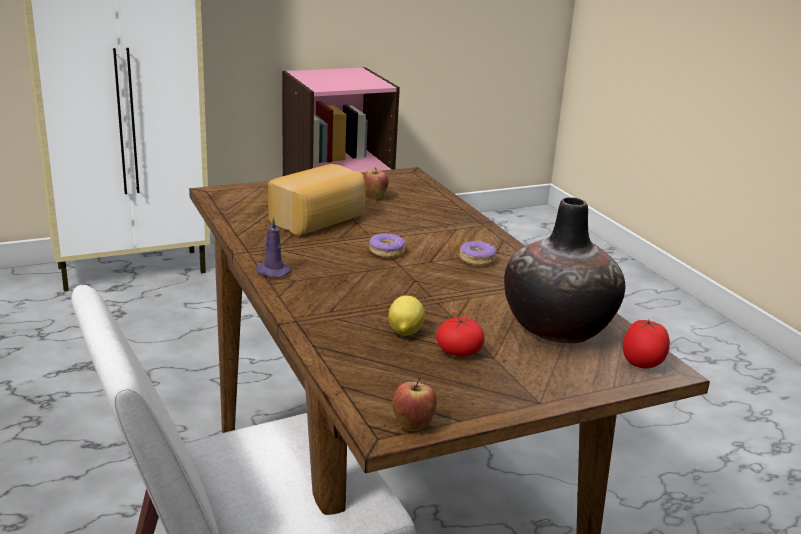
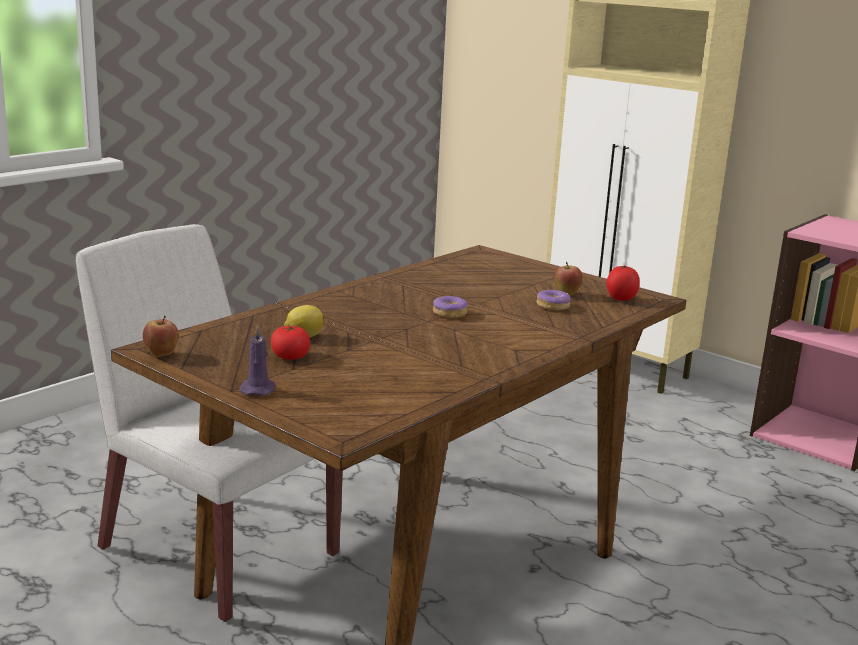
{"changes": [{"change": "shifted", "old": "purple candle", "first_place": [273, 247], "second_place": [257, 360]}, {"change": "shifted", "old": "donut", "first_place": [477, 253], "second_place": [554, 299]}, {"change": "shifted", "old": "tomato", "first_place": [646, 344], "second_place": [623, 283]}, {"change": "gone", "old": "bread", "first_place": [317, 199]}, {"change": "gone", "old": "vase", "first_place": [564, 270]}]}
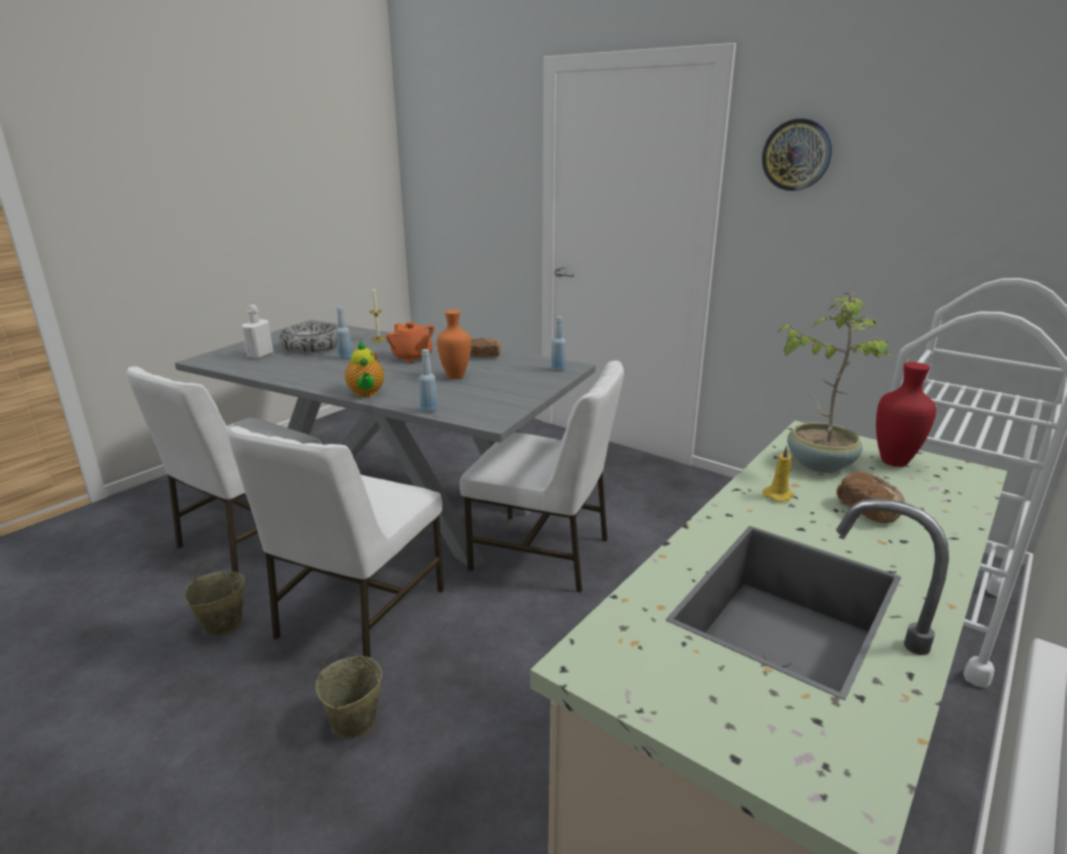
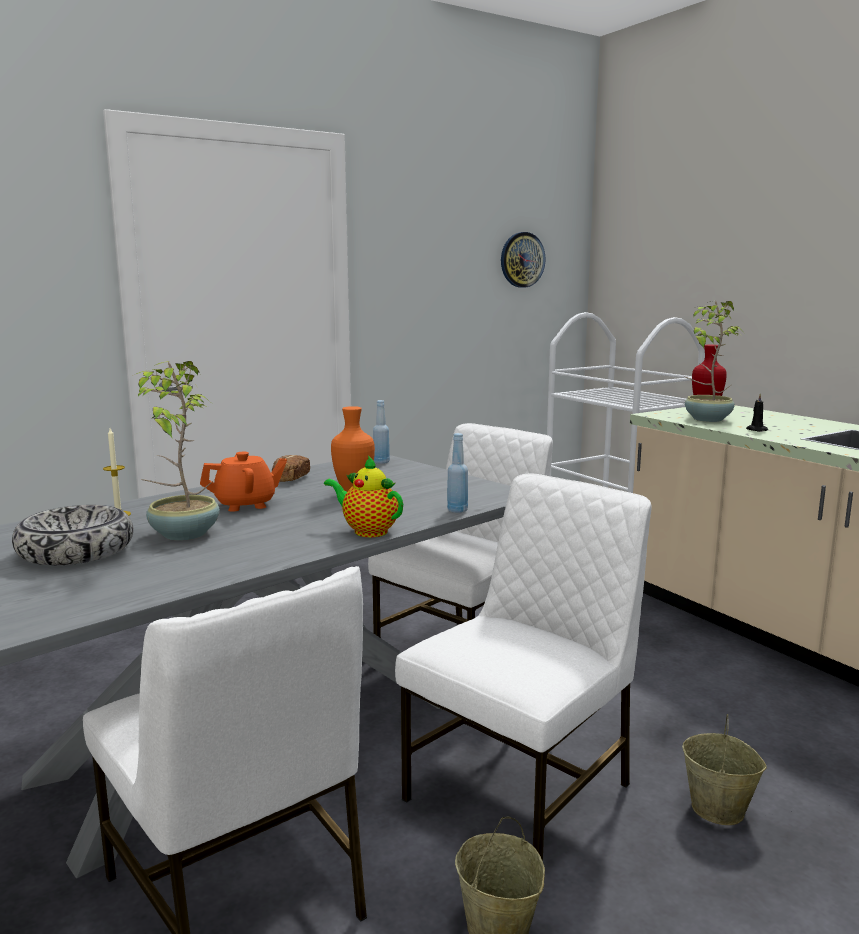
{"changes": [{"change": "swapped", "old": "blue bottle", "new": "potted plant", "first_place": [344, 333], "second_place": [176, 451]}, {"change": "rotated", "old": "teapot", "first_place": [364, 369], "second_place": [363, 496], "degrees": -150}, {"change": "rotated", "old": "white chair", "first_place": [336, 542], "second_place": [523, 667], "degrees": -90}, {"change": "shifted", "old": "wall clock", "first_place": [797, 154], "second_place": [523, 260]}, {"change": "repainted", "old": "yellow candle", "new": "black candle", "first_place": [778, 473], "second_place": [757, 412]}, {"change": "gone", "old": "white bottle", "first_place": [257, 332]}, {"change": "gone", "old": "bread", "first_place": [870, 497]}]}
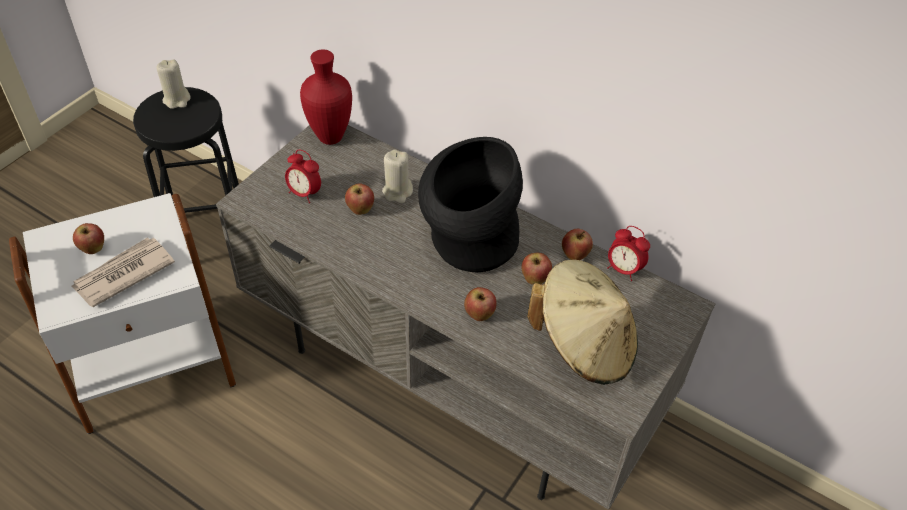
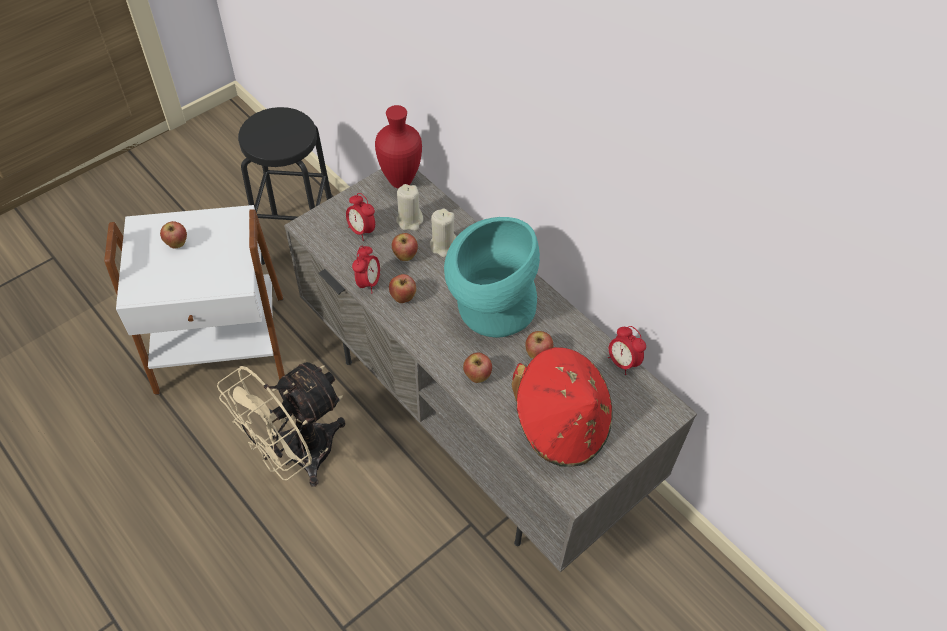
{"changes": [{"change": "new", "new": "beige fan", "second_place": [281, 424]}, {"change": "new", "new": "alarm clock", "second_place": [366, 269]}, {"change": "shifted", "old": "apple", "first_place": [577, 244], "second_place": [402, 288]}, {"change": "shifted", "old": "beige candle", "first_place": [173, 84], "second_place": [409, 207]}, {"change": "repainted", "old": "black vase", "new": "turquoise vase", "first_place": [470, 205], "second_place": [492, 277]}, {"change": "repainted", "old": "beige hat", "new": "red hat", "first_place": [582, 322], "second_place": [562, 407]}, {"change": "gone", "old": "newspaper", "first_place": [123, 272]}]}
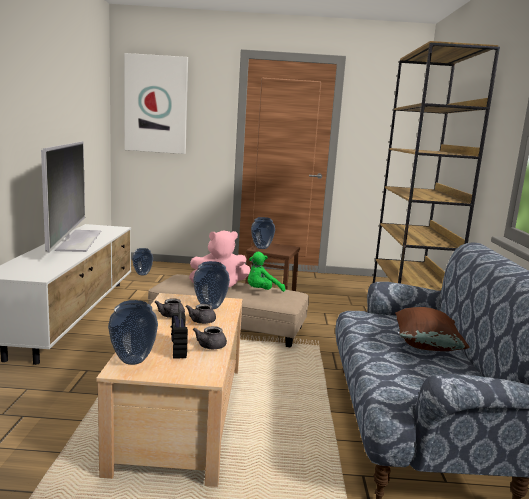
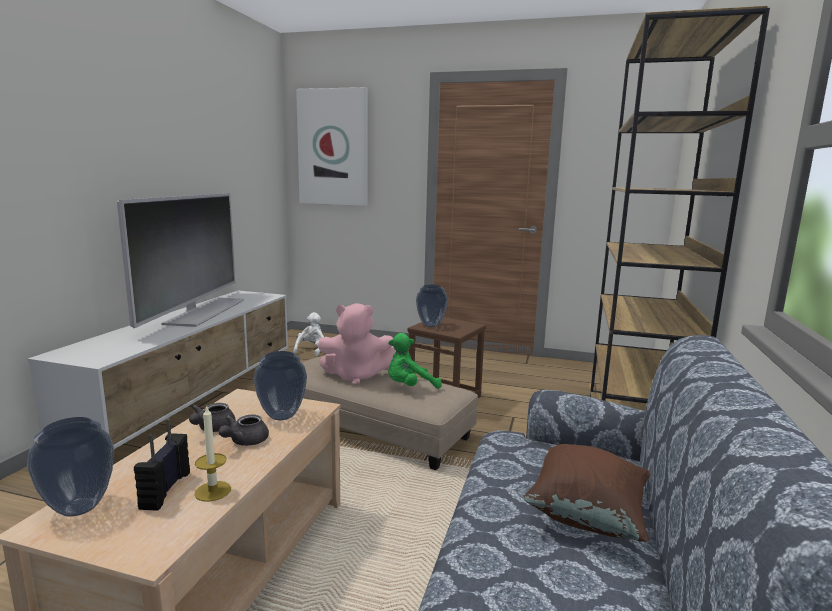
{"changes": [{"change": "swapped", "old": "grey teapot", "new": "candle", "first_place": [210, 337], "second_place": [213, 453]}, {"change": "swapped", "old": "vase", "new": "white plush toy", "first_place": [142, 261], "second_place": [308, 334]}]}
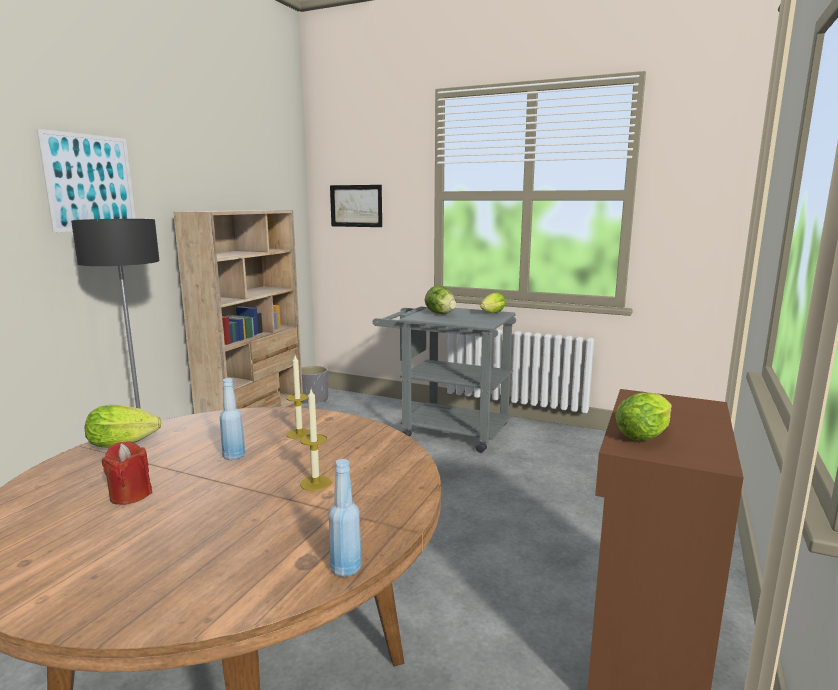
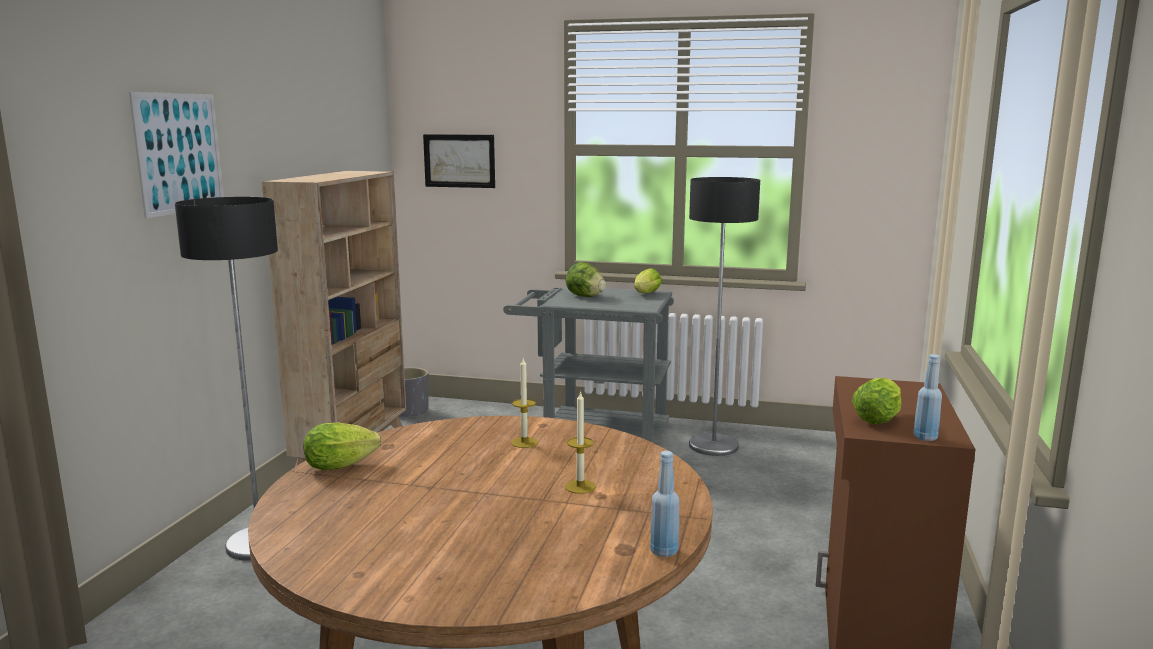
{"changes": [{"change": "new", "new": "floor lamp", "second_place": [724, 316]}, {"change": "shifted", "old": "blue bottle", "first_place": [232, 419], "second_place": [927, 397]}, {"change": "gone", "old": "red candle", "first_place": [127, 473]}]}
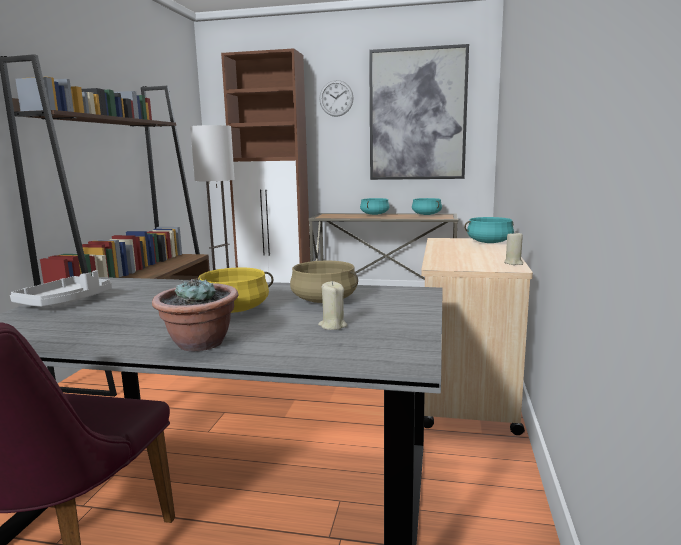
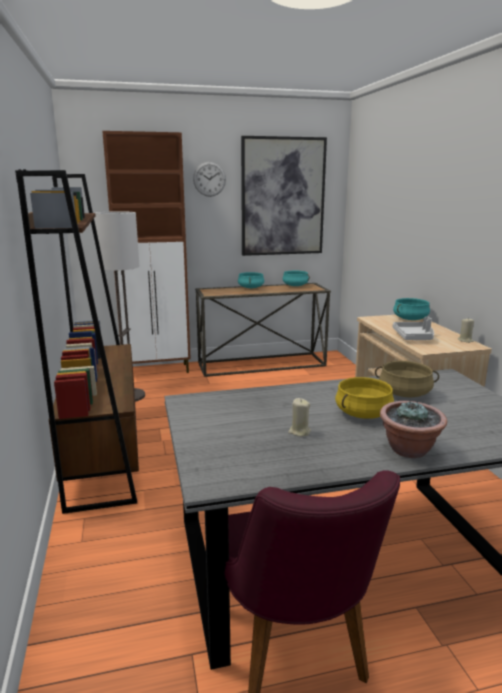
{"changes": [{"change": "shifted", "old": "beige candle", "first_place": [332, 305], "second_place": [299, 417]}, {"change": "shifted", "old": "grey tray", "first_place": [61, 288], "second_place": [413, 328]}]}
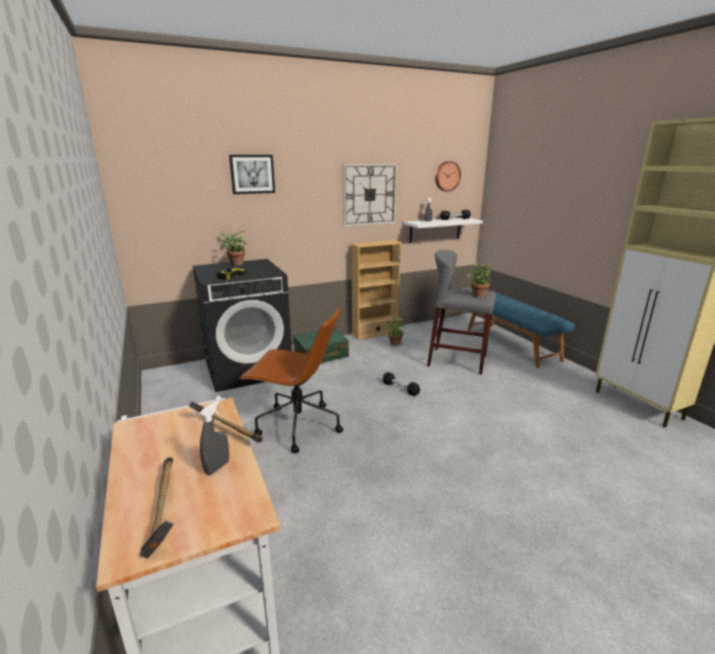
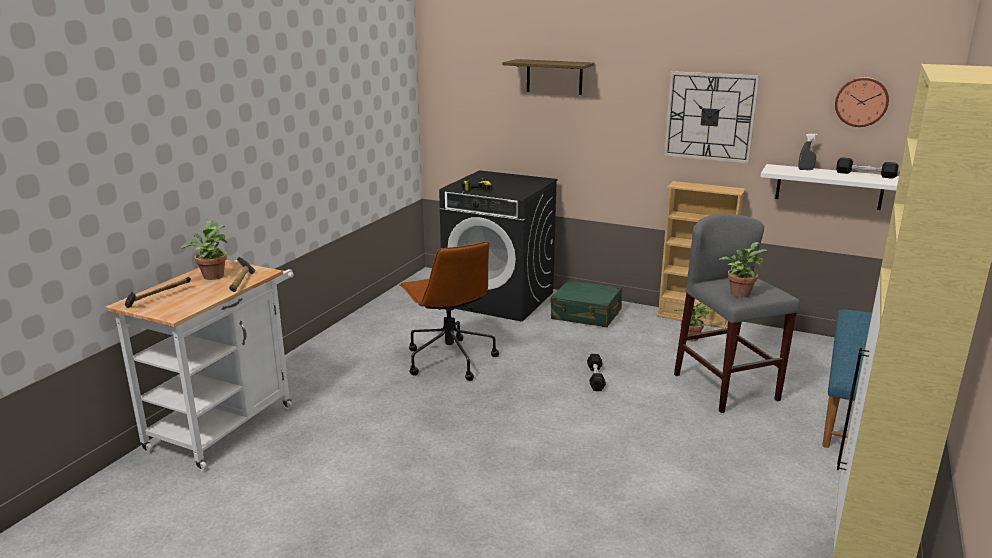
{"changes": [{"change": "shifted", "old": "potted plant", "first_place": [233, 248], "second_place": [204, 250]}, {"change": "swapped", "old": "picture", "new": "shelf", "first_place": [252, 174], "second_place": [548, 77]}, {"change": "gone", "old": "grey spray bottle", "first_place": [214, 438]}]}
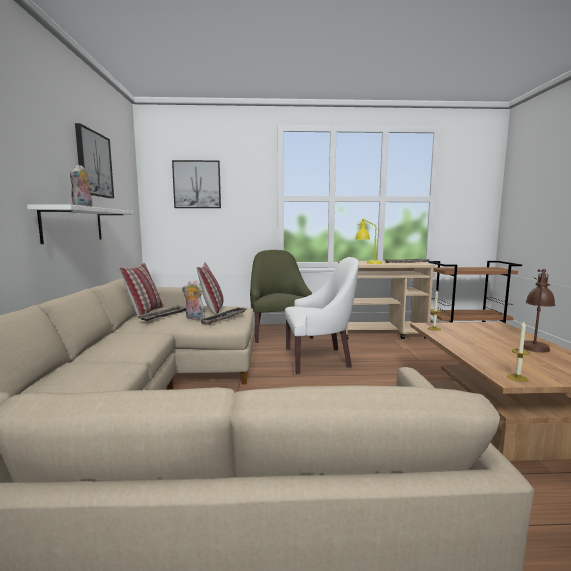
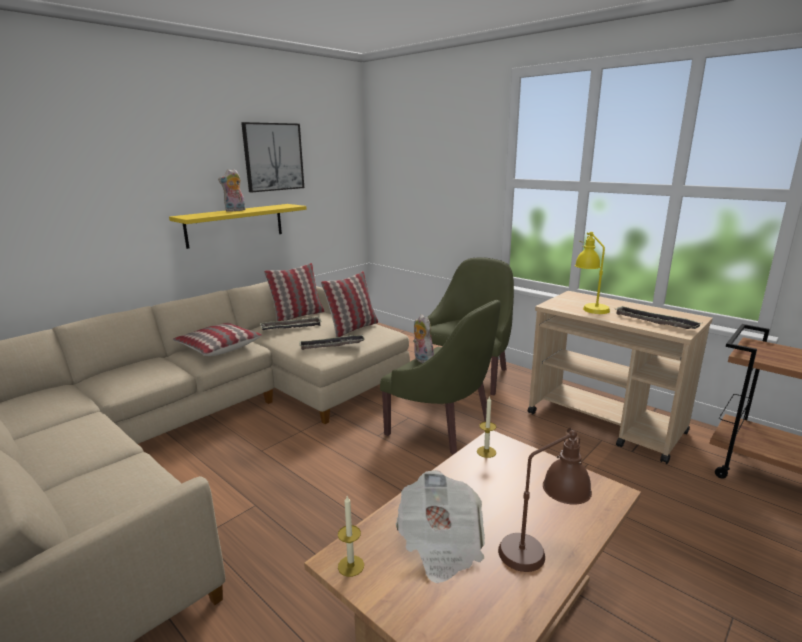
{"changes": [{"change": "repainted", "old": "white shelf", "new": "yellow shelf", "first_place": [80, 224], "second_place": [238, 226]}, {"change": "new", "new": "pillow", "second_place": [217, 339]}, {"change": "repainted", "old": "white armchair", "new": "green armchair", "first_place": [322, 315], "second_place": [440, 377]}, {"change": "new", "new": "newspaper", "second_place": [440, 527]}, {"change": "shifted", "old": "plush toy", "first_place": [193, 300], "second_place": [423, 338]}, {"change": "gone", "old": "picture", "first_place": [196, 184]}]}
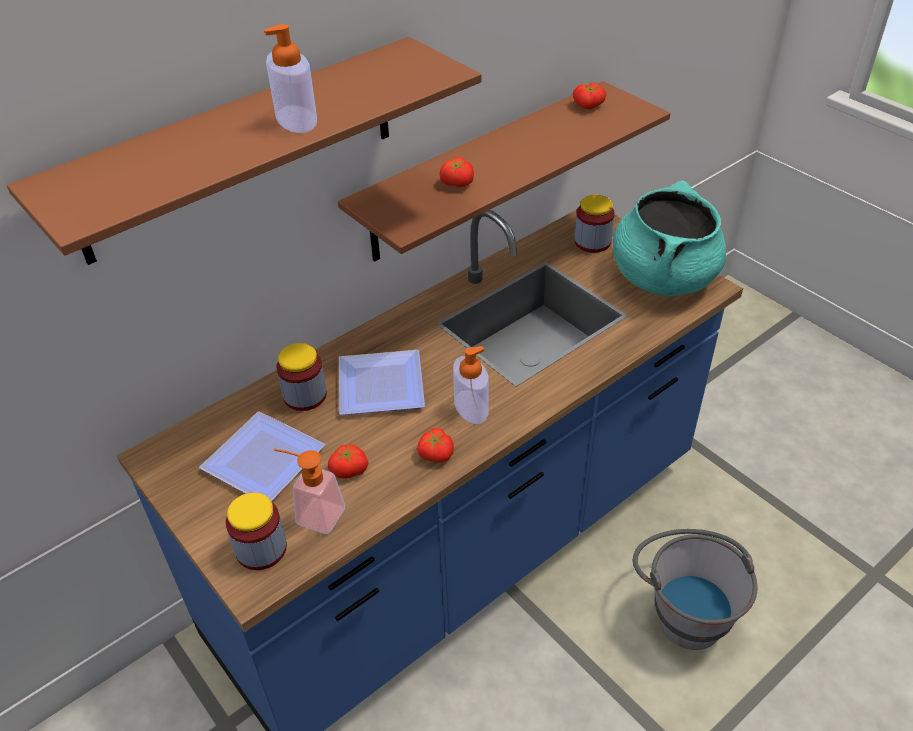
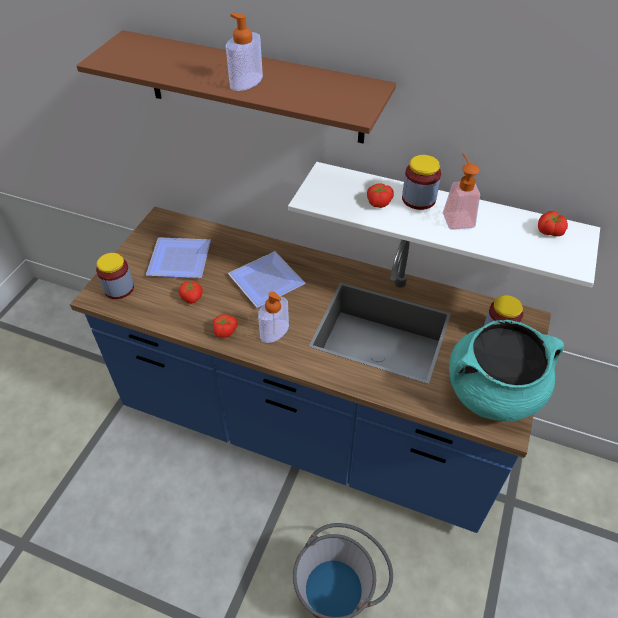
{"changes": [{"change": "repainted", "old": "brown shelf", "new": "white shelf", "first_place": [504, 171], "second_place": [444, 225]}, {"change": "shifted", "old": "jar", "first_place": [301, 377], "second_place": [421, 182]}, {"change": "shifted", "old": "soap dispenser", "first_place": [309, 491], "second_place": [461, 191]}]}
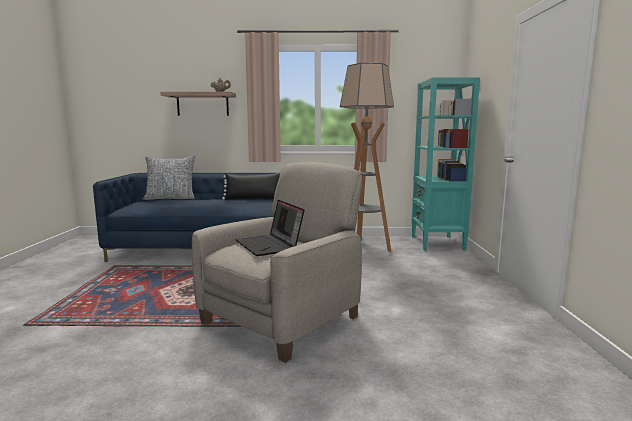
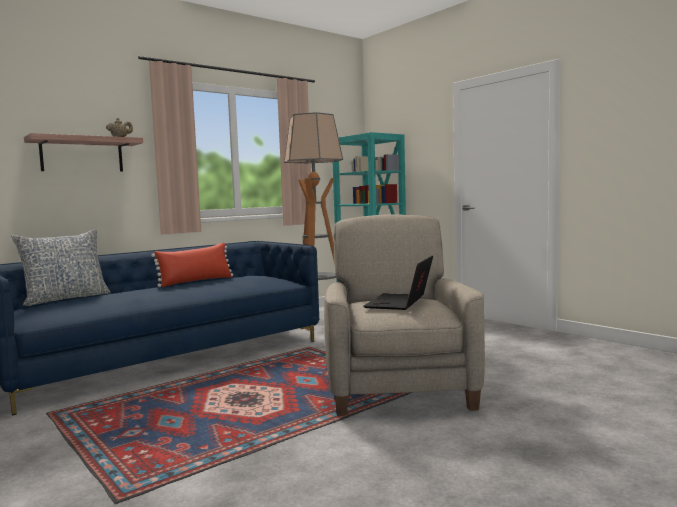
{"changes": [{"change": "repainted", "old": "black pillow", "new": "red pillow", "first_place": [251, 186], "second_place": [192, 265]}, {"change": "rotated", "old": "laptop", "first_place": [270, 228], "second_place": [398, 283], "degrees": 90}]}
